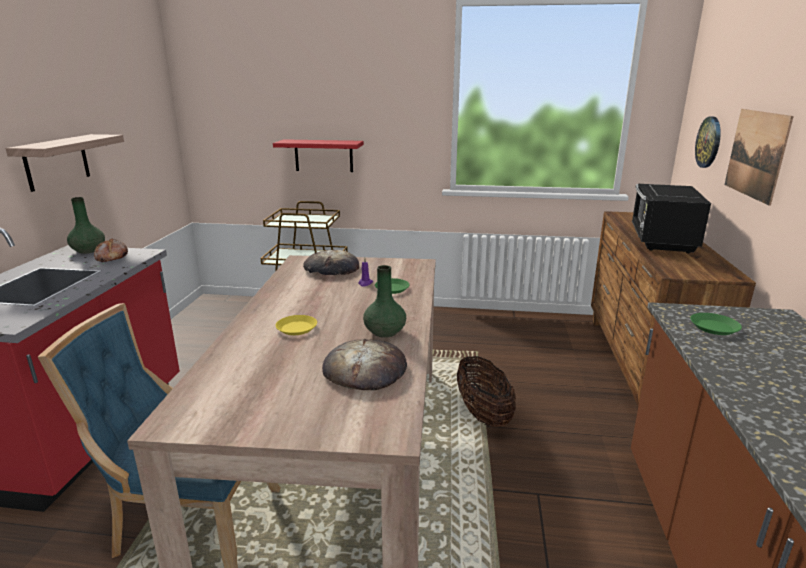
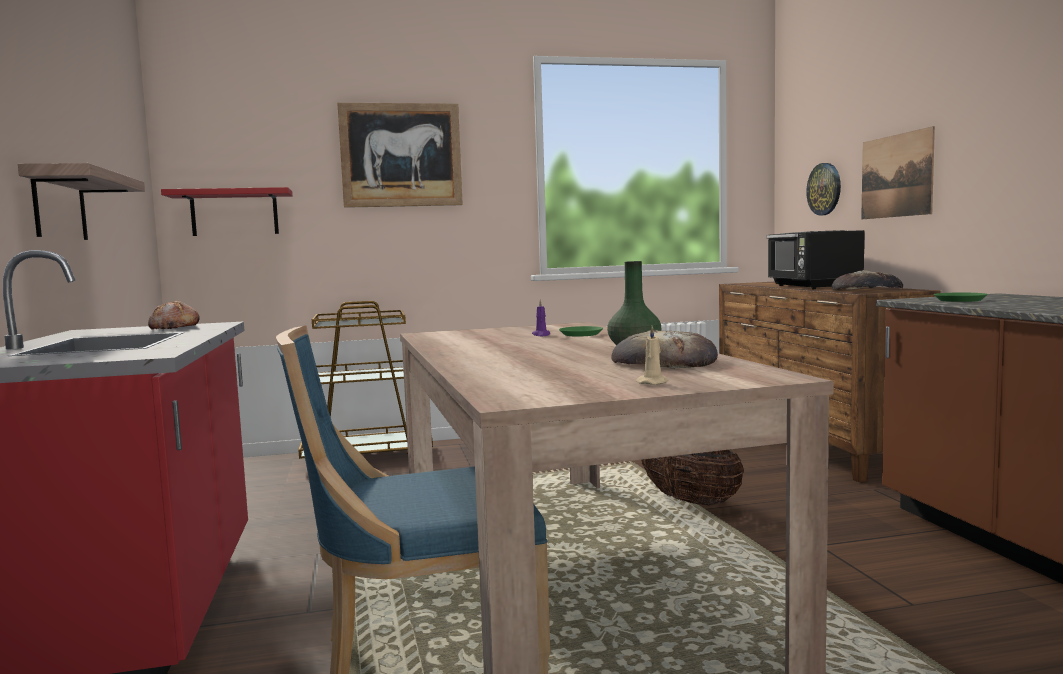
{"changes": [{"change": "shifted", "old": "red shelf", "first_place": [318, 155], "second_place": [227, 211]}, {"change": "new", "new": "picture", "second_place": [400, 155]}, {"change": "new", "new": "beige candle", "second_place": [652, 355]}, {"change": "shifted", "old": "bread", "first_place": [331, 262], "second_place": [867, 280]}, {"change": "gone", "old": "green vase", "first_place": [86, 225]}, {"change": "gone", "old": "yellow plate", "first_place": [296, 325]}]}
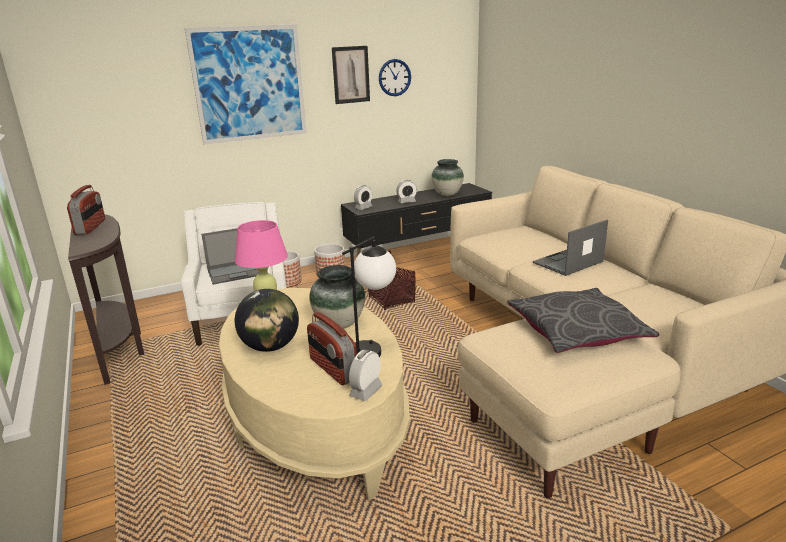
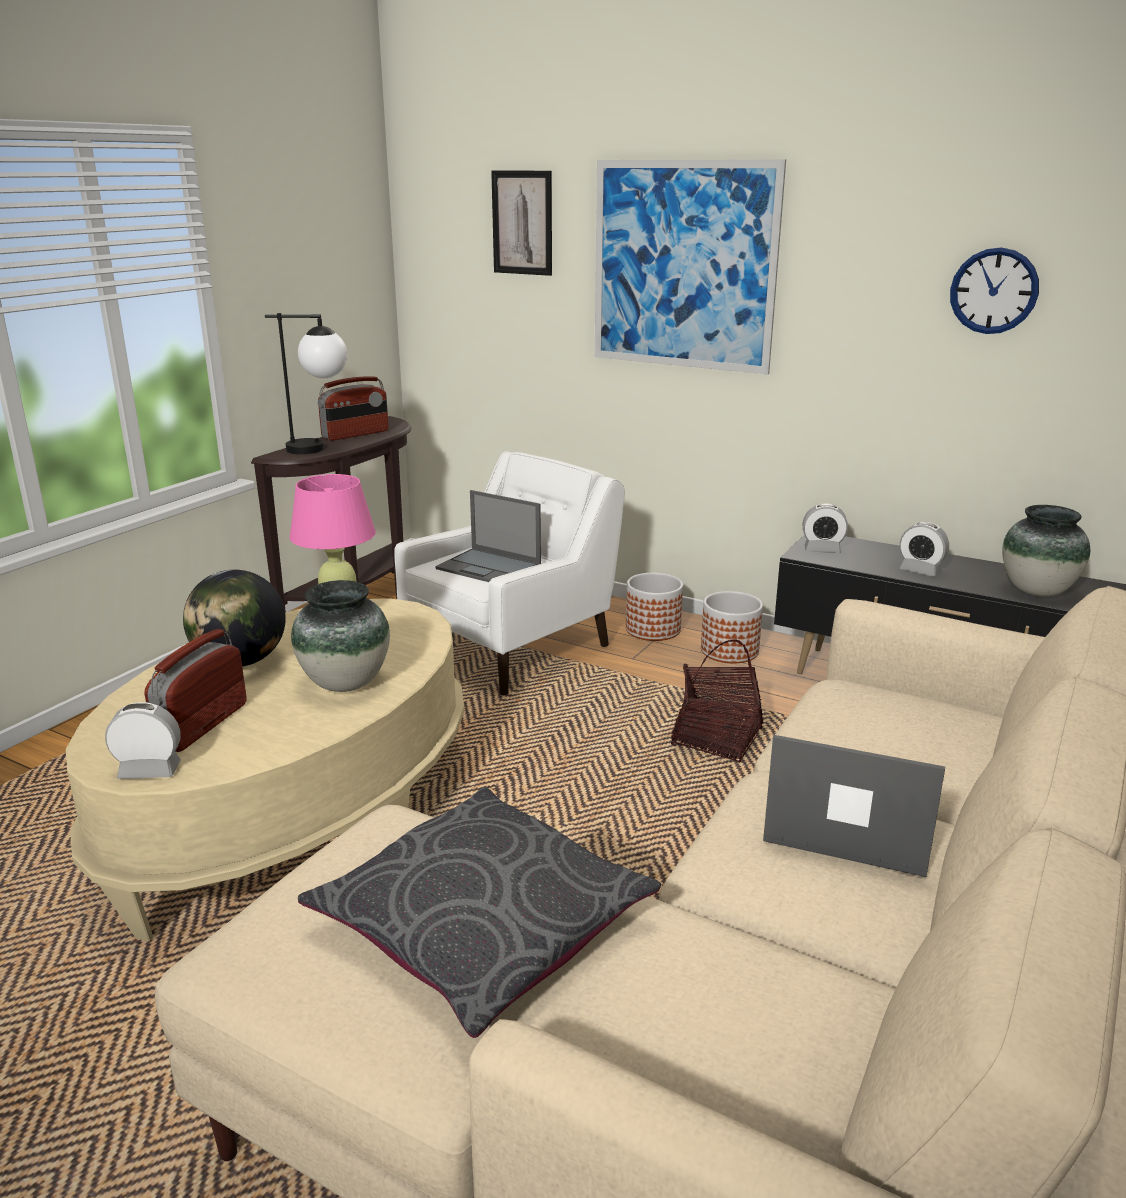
{"changes": [{"change": "shifted", "old": "table lamp", "first_place": [369, 296], "second_place": [306, 383]}, {"change": "shifted", "old": "picture", "first_place": [351, 75], "second_place": [521, 223]}]}
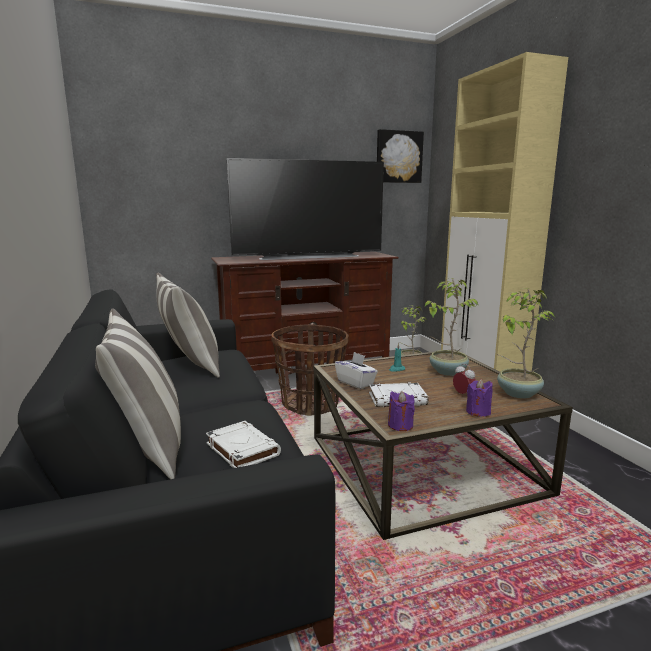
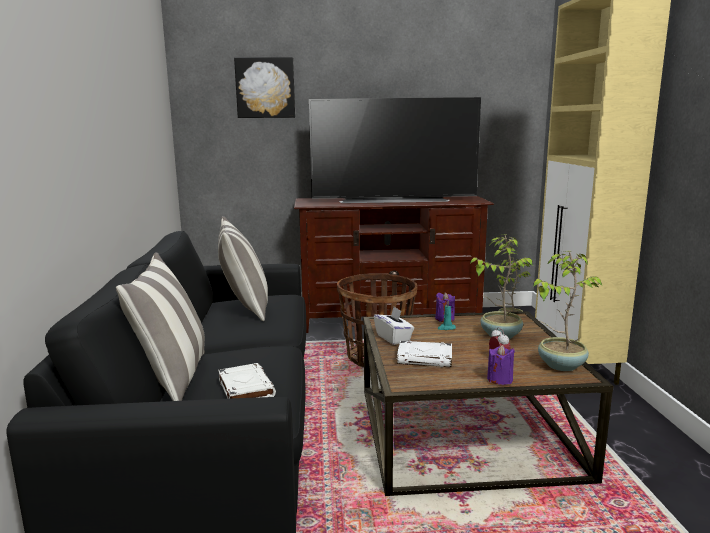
{"changes": [{"change": "shifted", "old": "picture", "first_place": [400, 156], "second_place": [264, 87]}, {"change": "shifted", "old": "purple candle", "first_place": [401, 411], "second_place": [445, 307]}]}
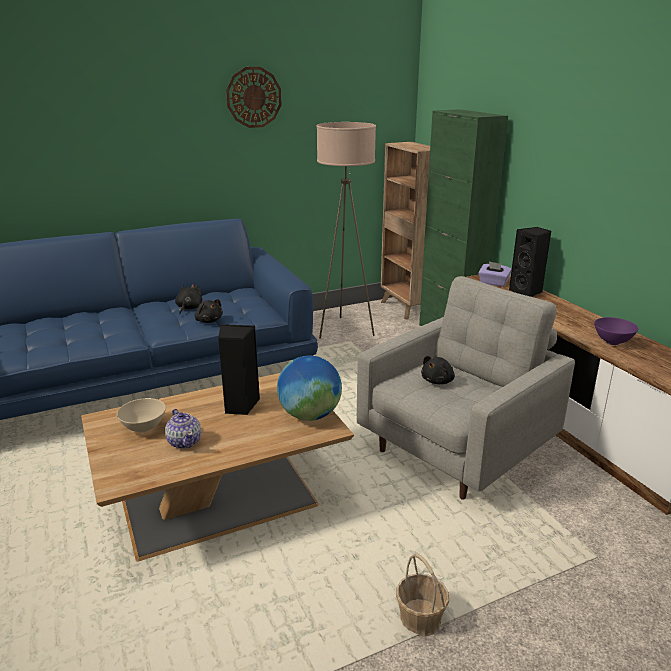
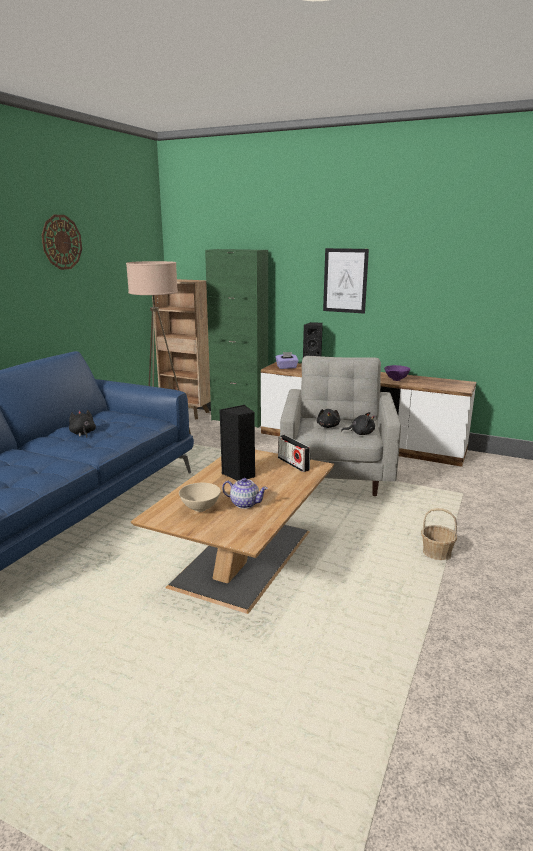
{"changes": [{"change": "swapped", "old": "globe", "new": "radio", "first_place": [309, 388], "second_place": [294, 453]}, {"change": "new", "new": "picture", "second_place": [346, 281]}, {"change": "shifted", "old": "black plush toy", "first_place": [209, 311], "second_place": [358, 423]}]}
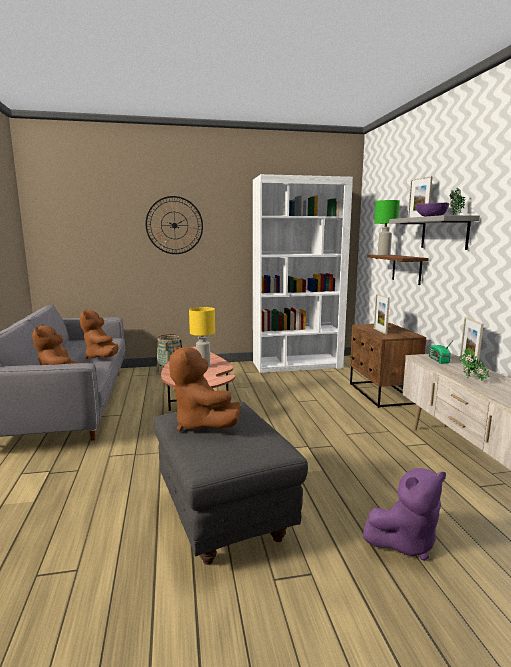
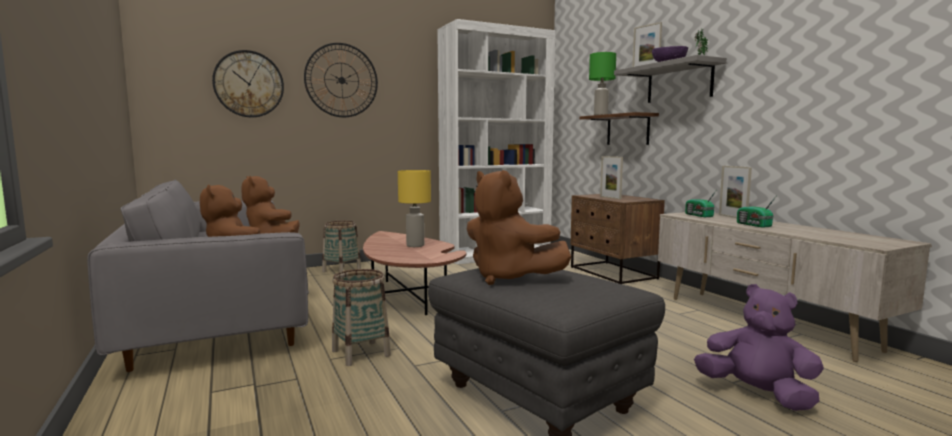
{"changes": [{"change": "new", "new": "wall clock", "second_place": [248, 83]}, {"change": "new", "new": "basket", "second_place": [361, 317]}, {"change": "rotated", "old": "purple plush toy", "first_place": [404, 514], "second_place": [759, 347], "degrees": -105}, {"change": "swapped", "old": "potted plant", "new": "radio", "first_place": [474, 364], "second_place": [757, 211]}]}
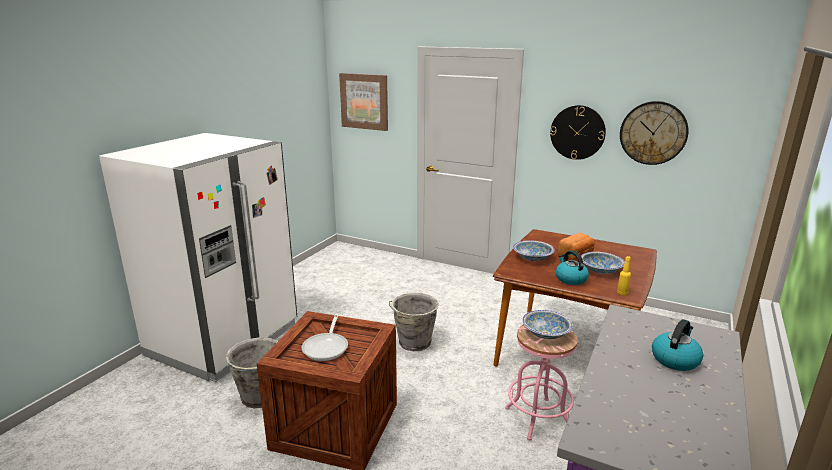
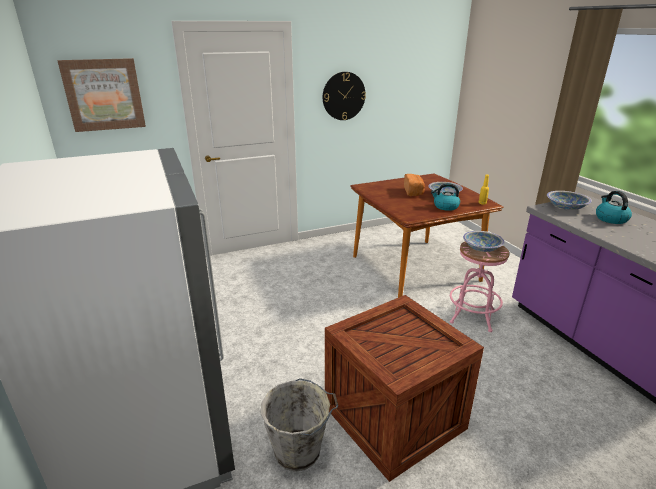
{"changes": [{"change": "shifted", "old": "bowl", "first_place": [534, 250], "second_place": [569, 200]}, {"change": "gone", "old": "frying pan", "first_place": [325, 337]}, {"change": "gone", "old": "grey bucket", "first_place": [414, 322]}, {"change": "gone", "old": "wall clock", "first_place": [654, 133]}]}
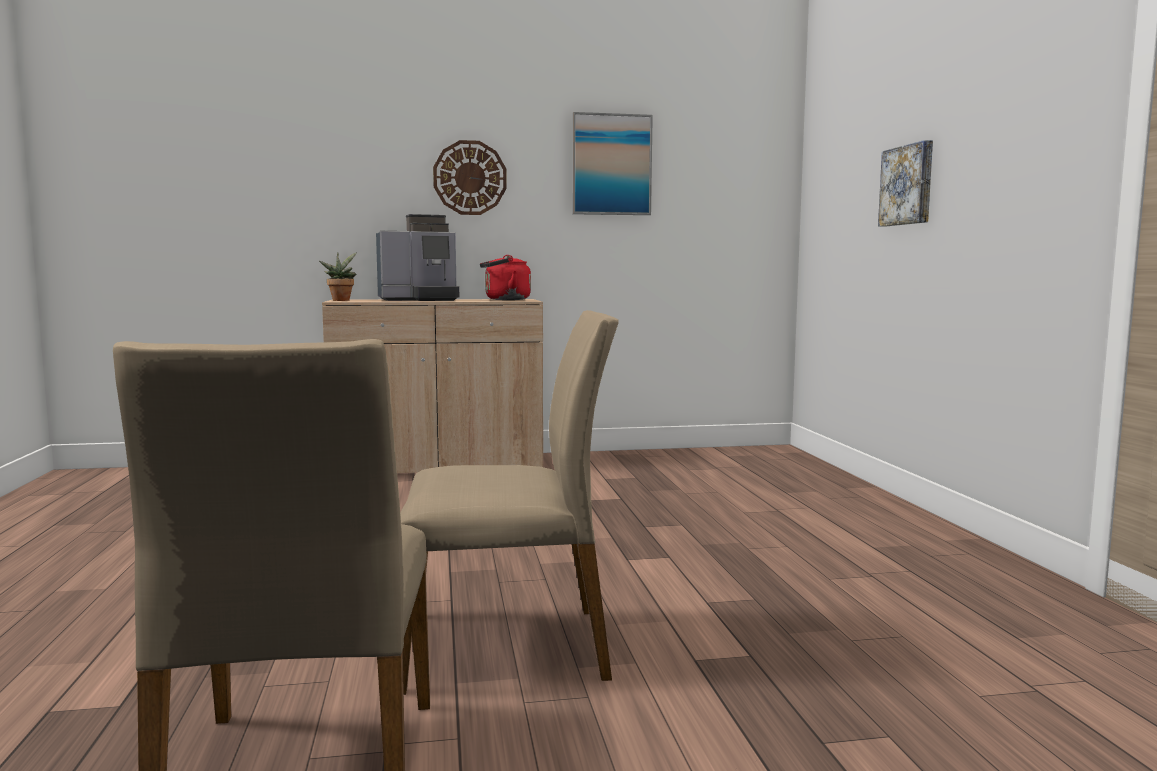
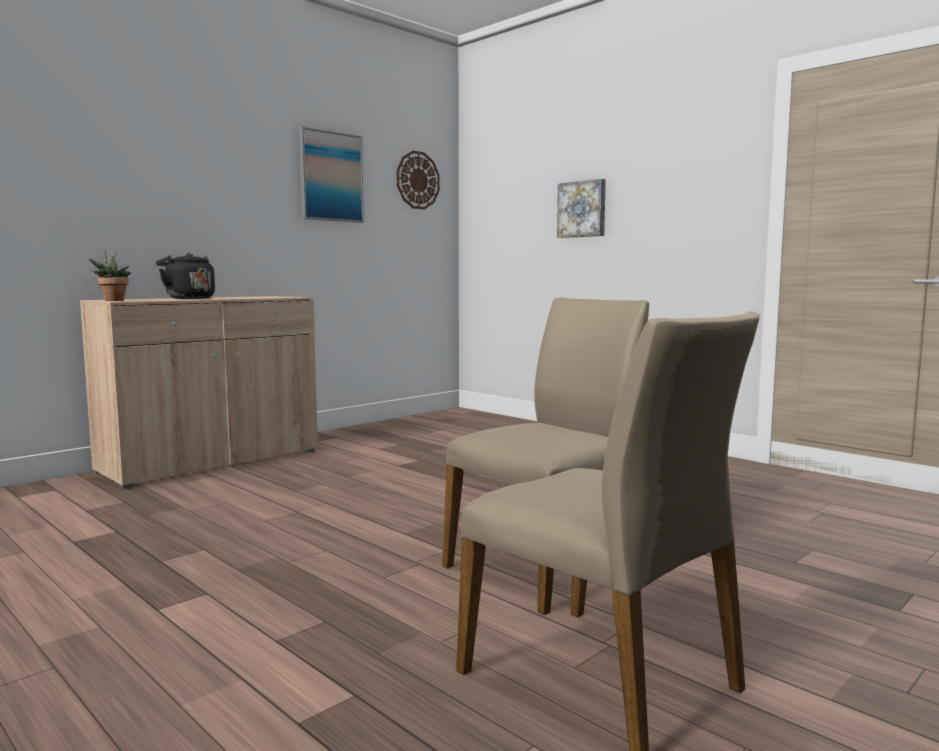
{"changes": [{"change": "swapped", "old": "coffee machine", "new": "black kettle", "first_place": [417, 257], "second_place": [185, 276]}, {"change": "shifted", "old": "wall clock", "first_place": [470, 177], "second_place": [418, 180]}, {"change": "gone", "old": "red kettle", "first_place": [505, 277]}]}
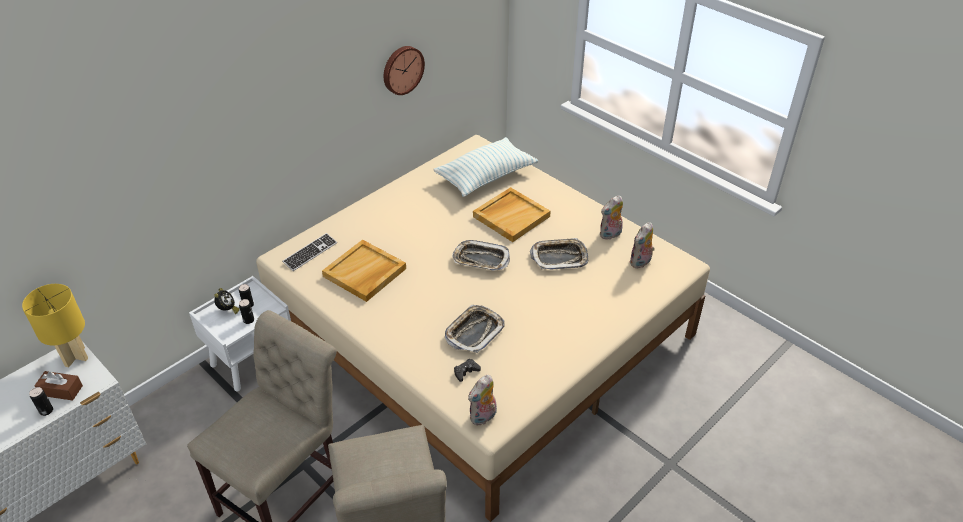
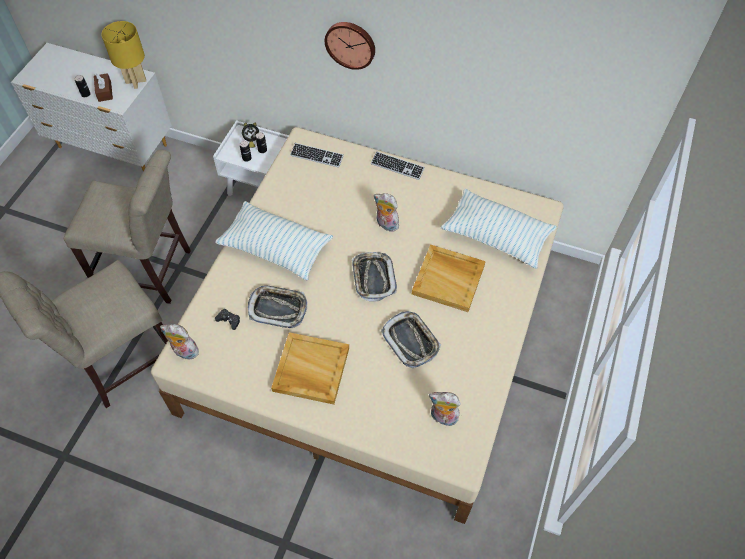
{"changes": [{"change": "new", "new": "pillow", "second_place": [274, 240]}, {"change": "shifted", "old": "beige tray", "first_place": [364, 271], "second_place": [310, 368]}, {"change": "shifted", "old": "wall clock", "first_place": [404, 70], "second_place": [350, 46]}, {"change": "new", "new": "keyboard", "second_place": [398, 166]}, {"change": "shifted", "old": "plush toy", "first_place": [611, 217], "second_place": [386, 212]}]}
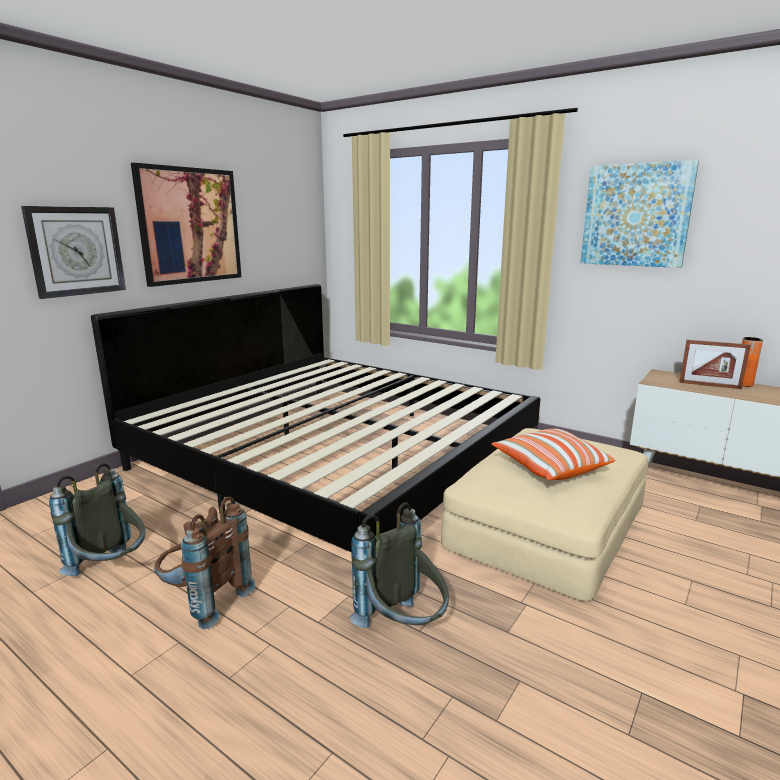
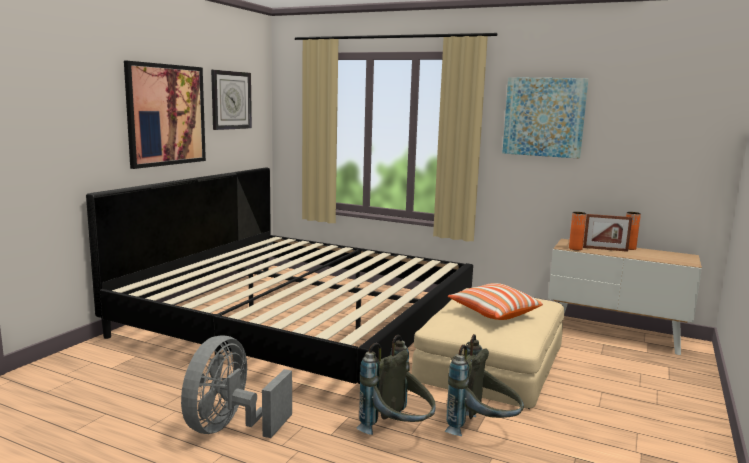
{"changes": [{"change": "swapped", "old": "brown backpack", "new": "grey fan", "first_place": [205, 563], "second_place": [236, 387]}, {"change": "shifted", "old": "wall clock", "first_place": [73, 252], "second_place": [231, 100]}, {"change": "shifted", "old": "grey backpack", "first_place": [97, 519], "second_place": [484, 385]}, {"change": "new", "new": "orange vase", "second_place": [577, 231]}]}
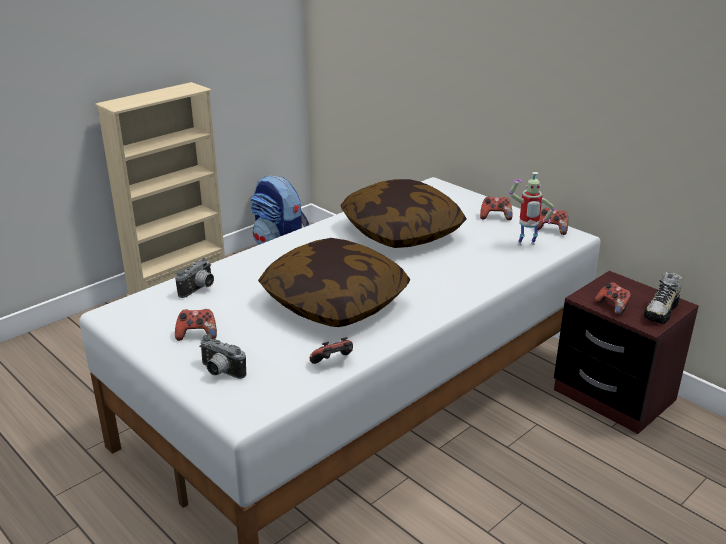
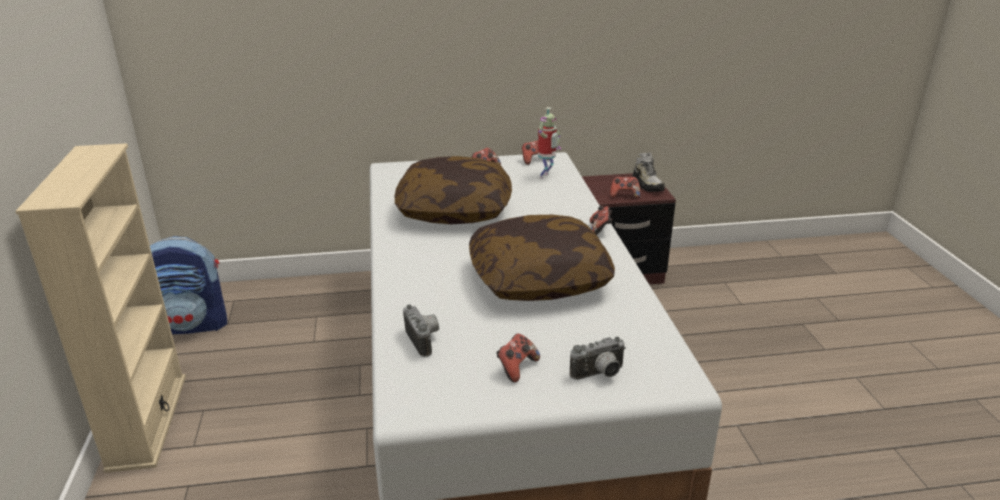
{"changes": [{"change": "shifted", "old": "game controller", "first_place": [331, 350], "second_place": [601, 220]}]}
